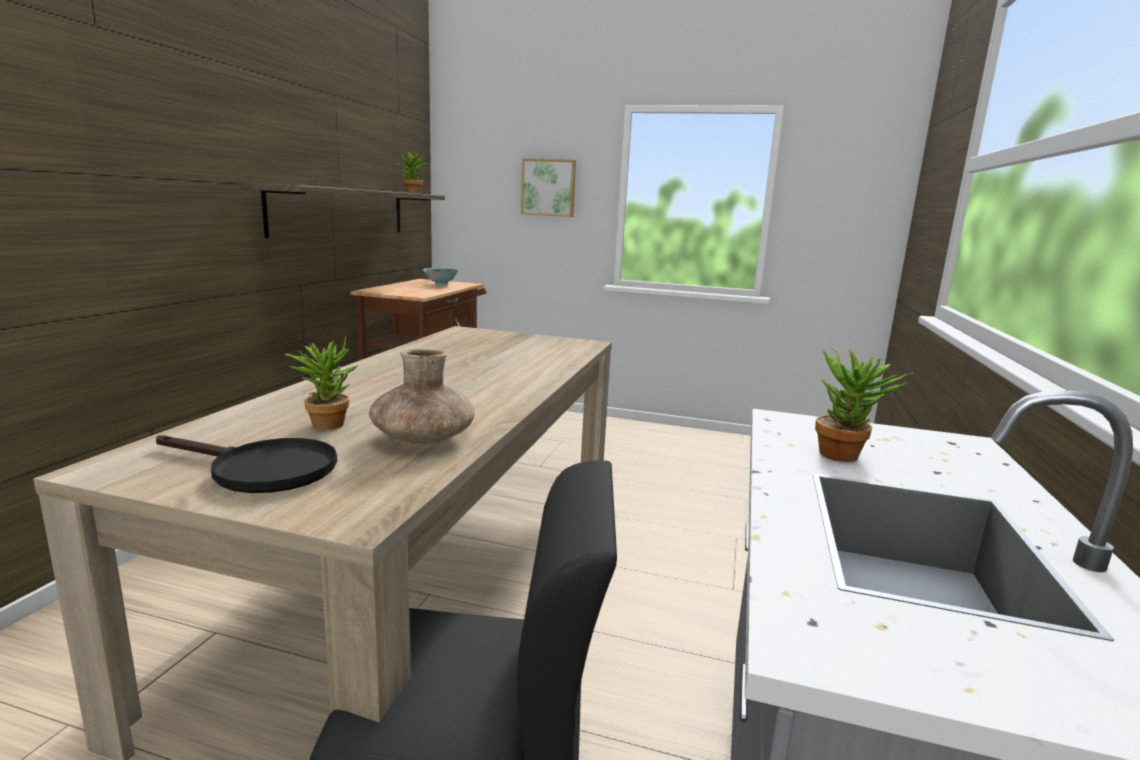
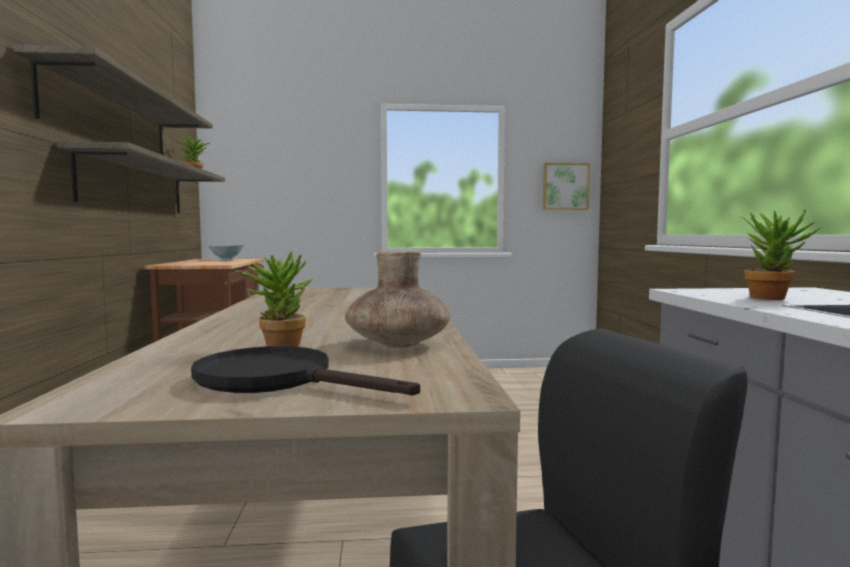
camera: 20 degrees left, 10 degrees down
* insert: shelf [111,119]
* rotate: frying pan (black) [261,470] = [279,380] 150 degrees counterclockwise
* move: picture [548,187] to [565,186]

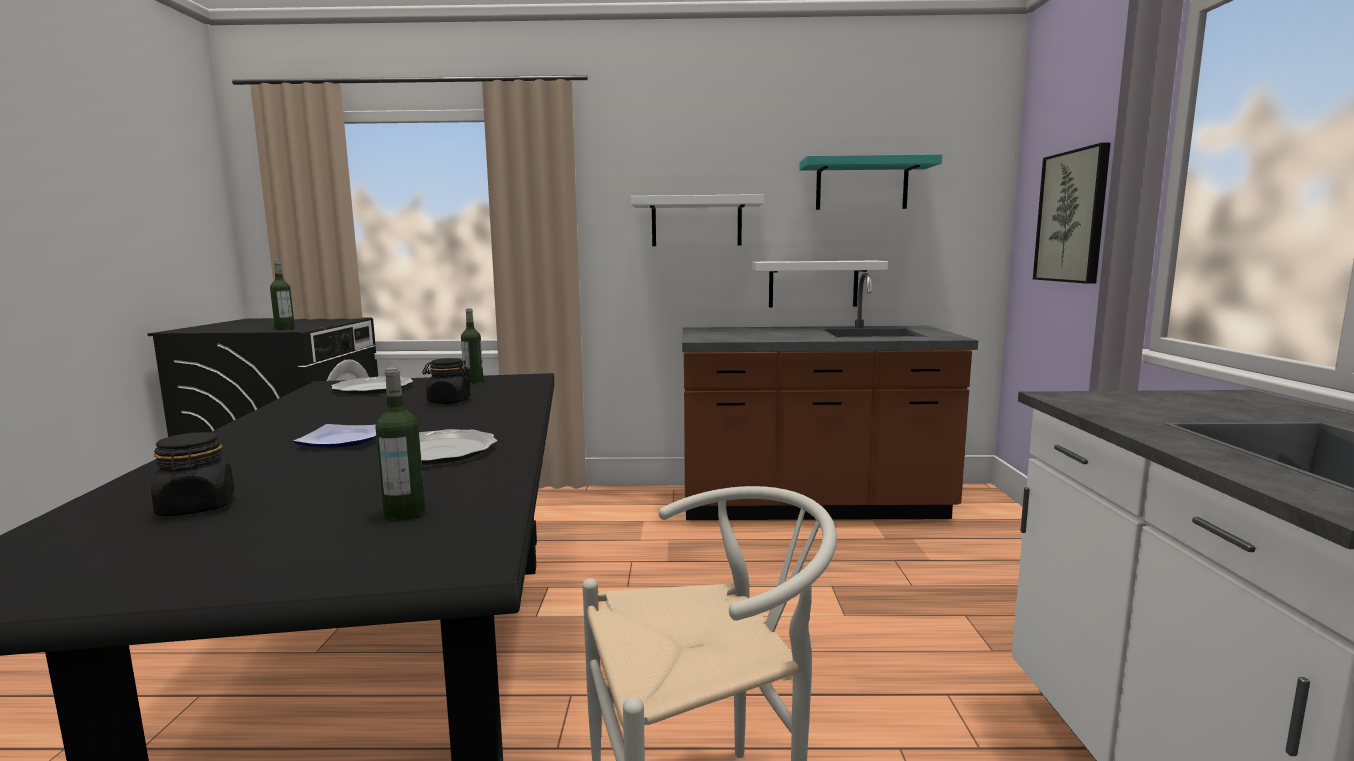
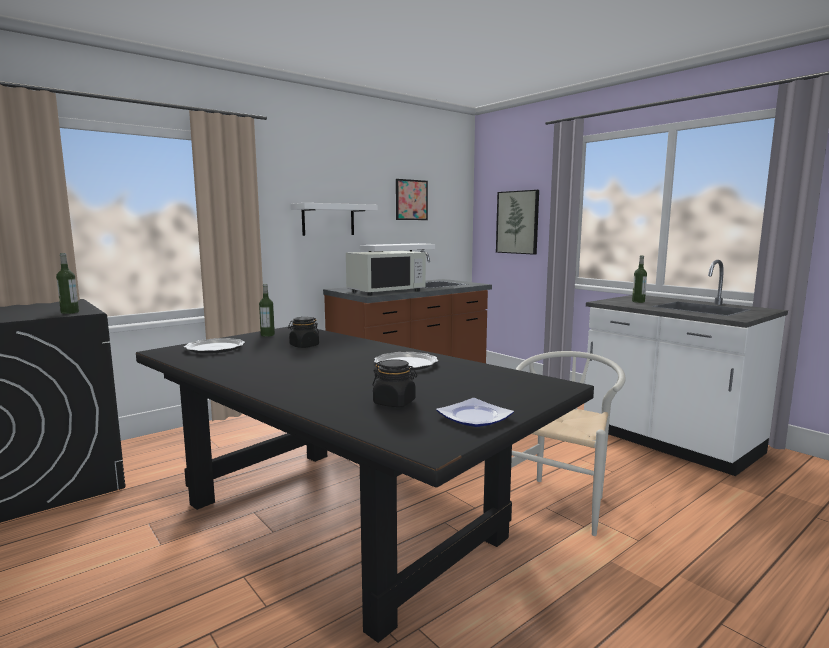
camera: 40 degrees left, 0 degrees up
* insert: microwave (white) [386,291]
* replace: shelf (turquoise) [861,185] to picture [411,200]
* move: plate [341,441] to [474,418]
* move: bottle [404,514] to [638,301]

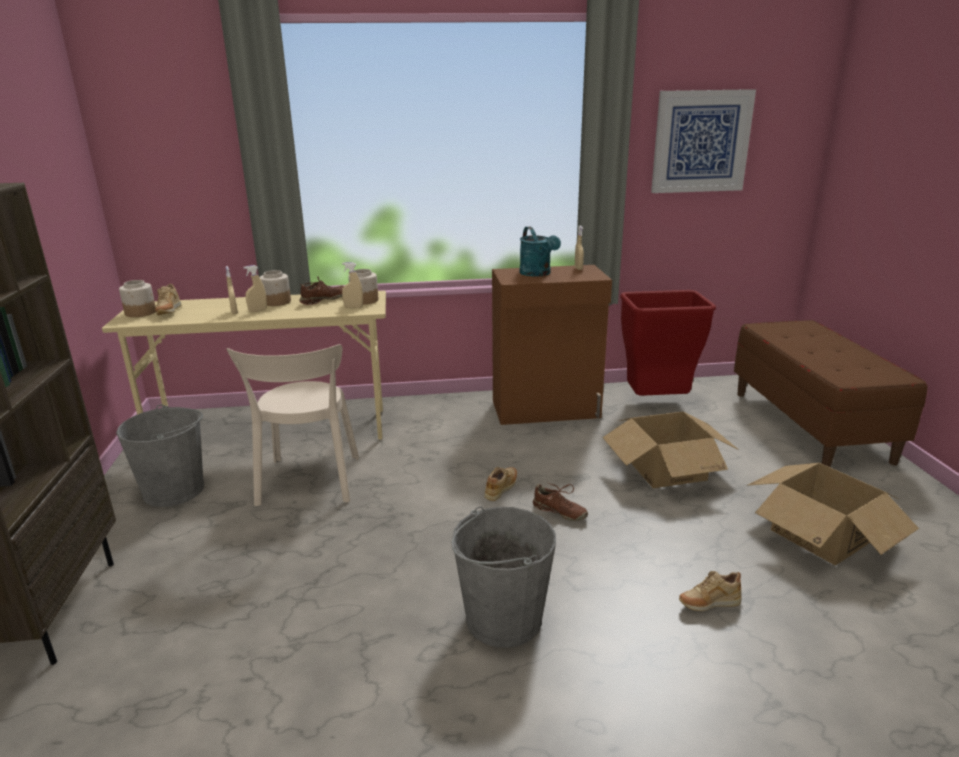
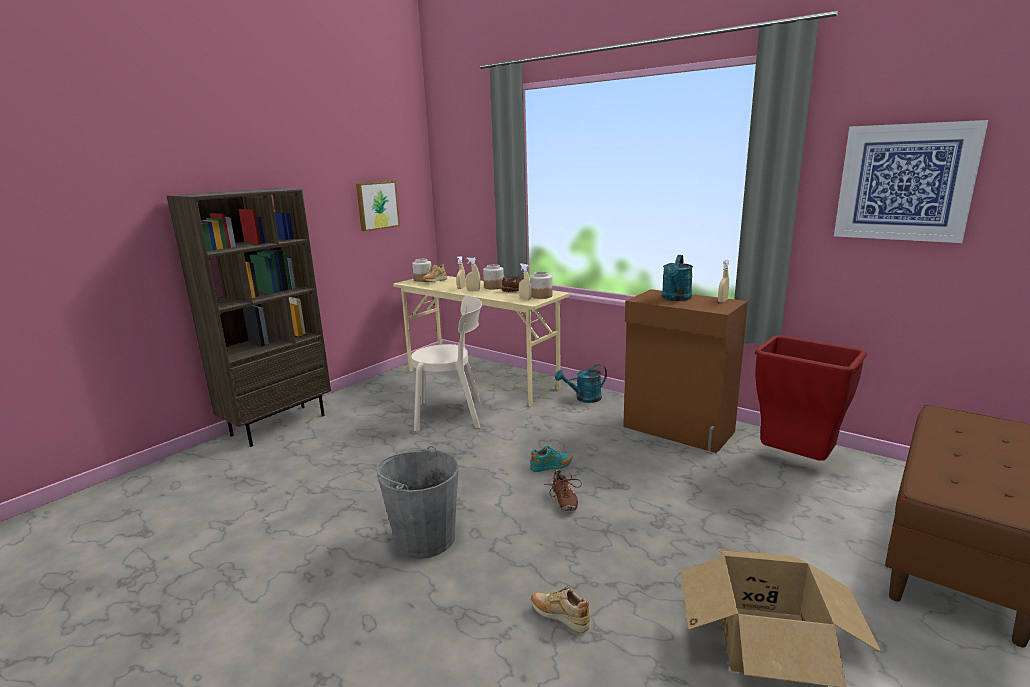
camera: 45 degrees right, 5 degrees down
* insert: picture [377,205]
* rotate: chair (beige) [308,483] = [453,415] 135 degrees counterclockwise
* recolor: shoe (beige) [502,489] to shoe (turquoise) [551,467]
* insert: watering can (turquoise) [584,398]
* delete: bucket (grey) [174,490]
* delete: cardboard box [666,469]

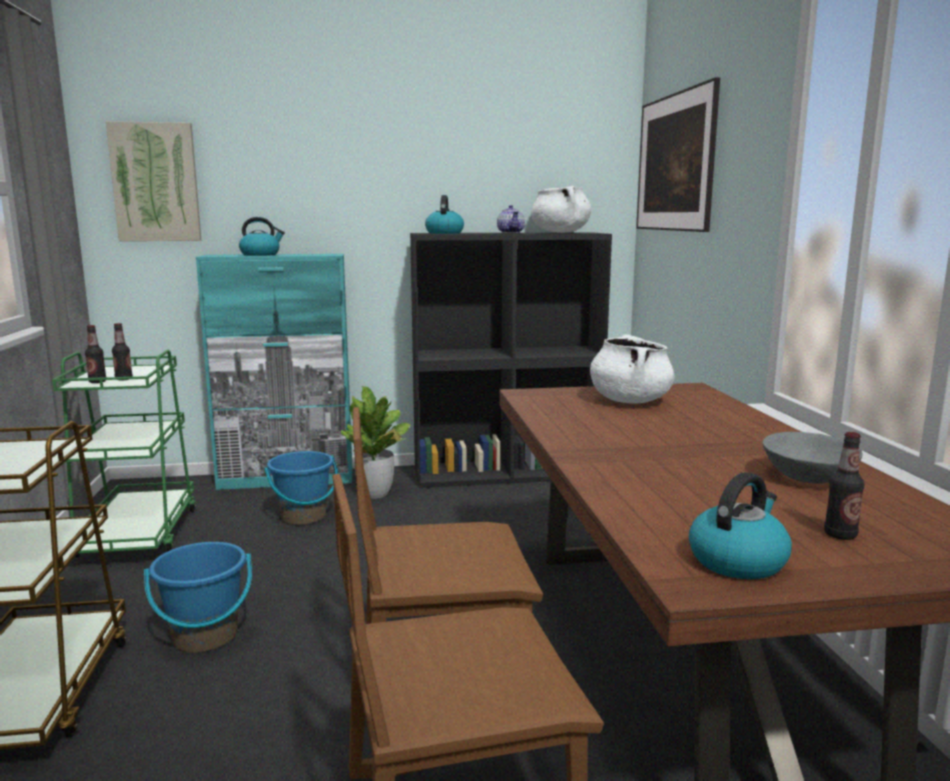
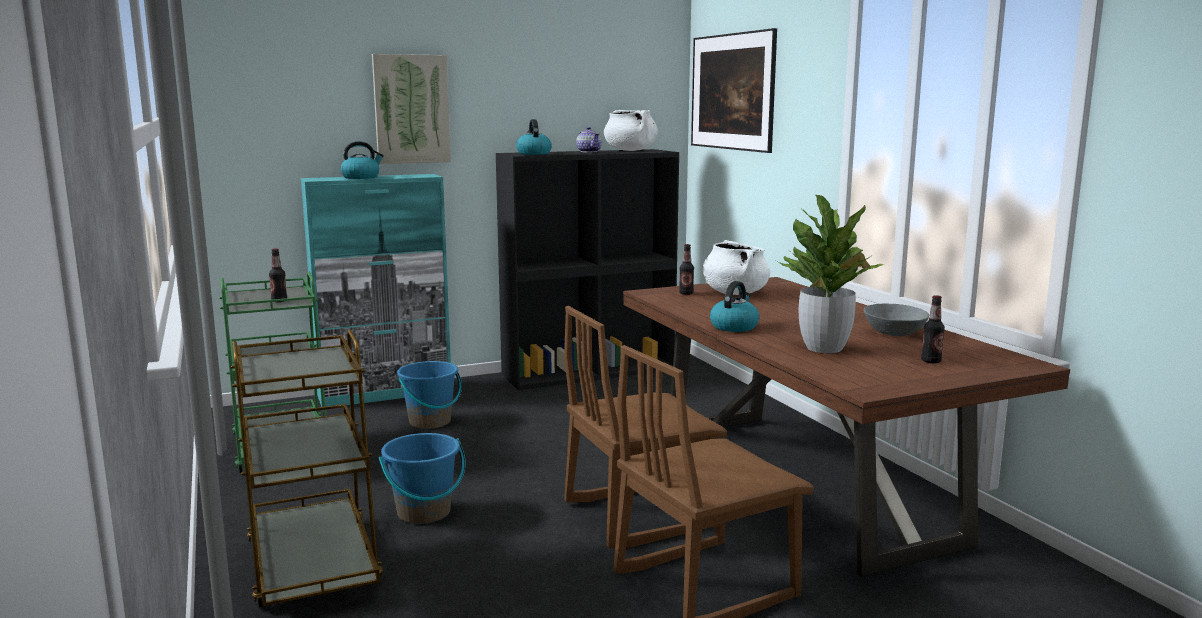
camera: 15 degrees left, 0 degrees up
* move: picture [156,182] to [411,109]
* move: bottle [97,382] to [686,293]
* move: kettle [737,560] to [734,327]
* move: potted plant [375,494] to [825,348]

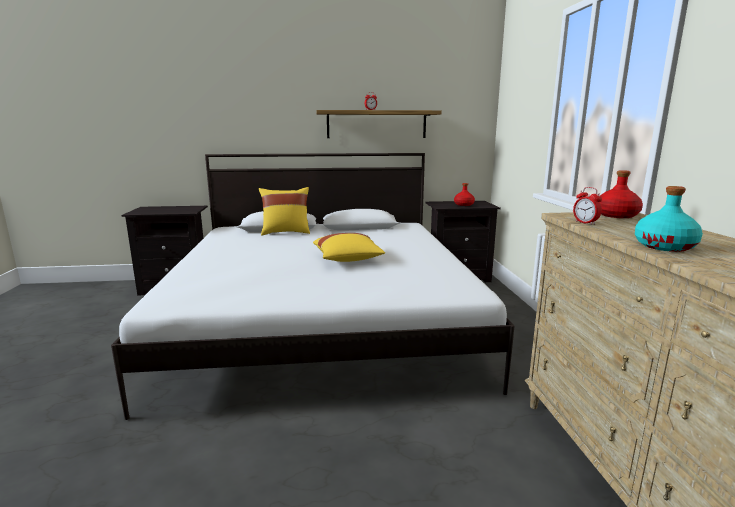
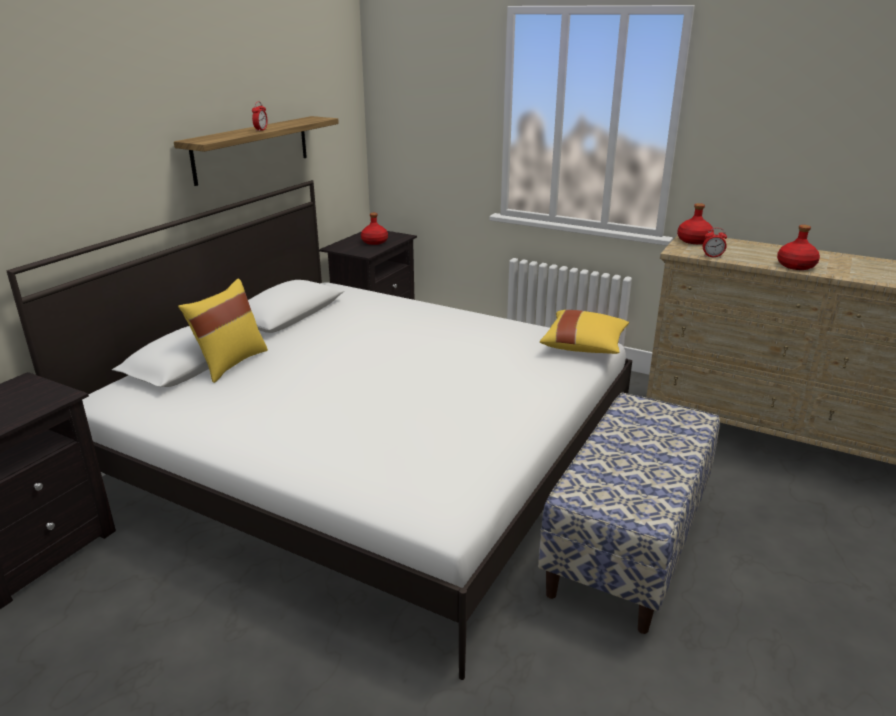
camera: 55 degrees left, 10 degrees up
* insert: bench [627,543]
* move: pillow (yellow) [348,259] to [584,346]
* recolor: bottle (turquoise) [664,246] to bottle (red) [795,266]

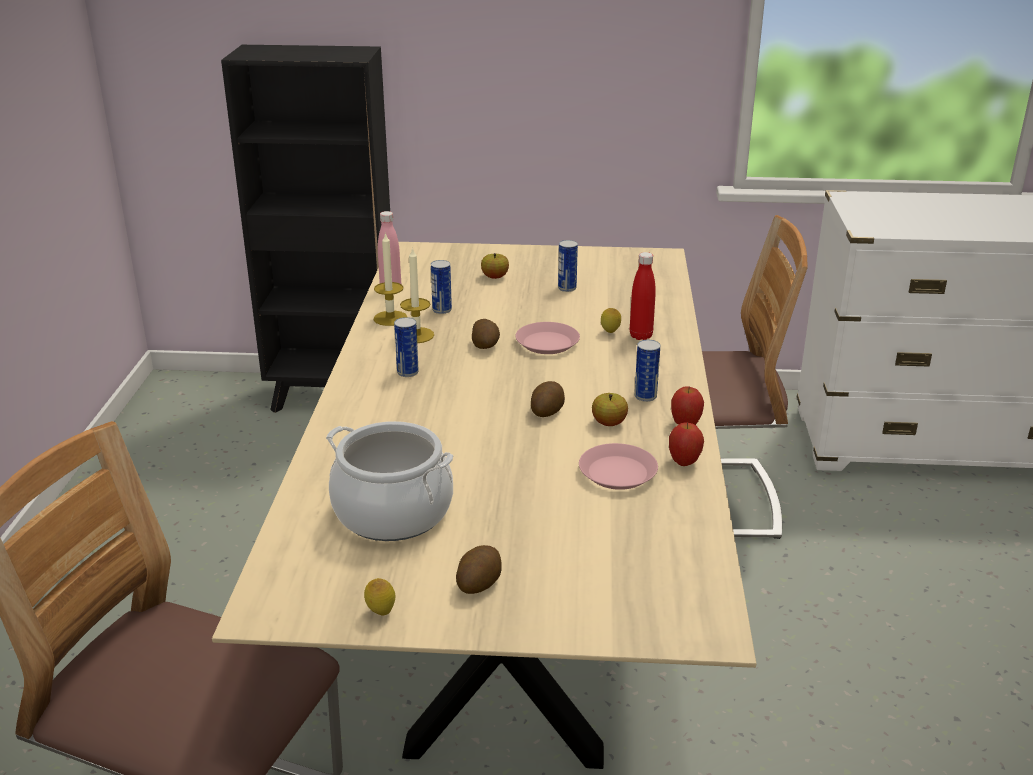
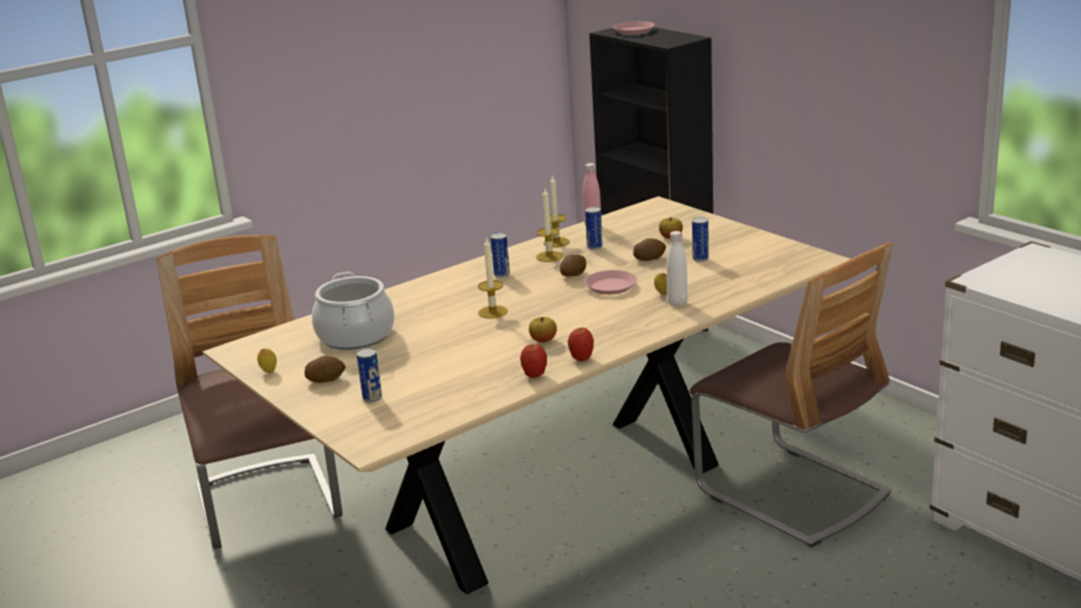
camera: 50 degrees right, 5 degrees down
* move: can [645,396] to [372,398]
* insert: candle [493,312]
* move: plate (pink) [618,473] to [633,31]
* move: potato [547,411] to [649,258]
* recolor: bottle (red) [641,336] to bottle (white) [677,303]

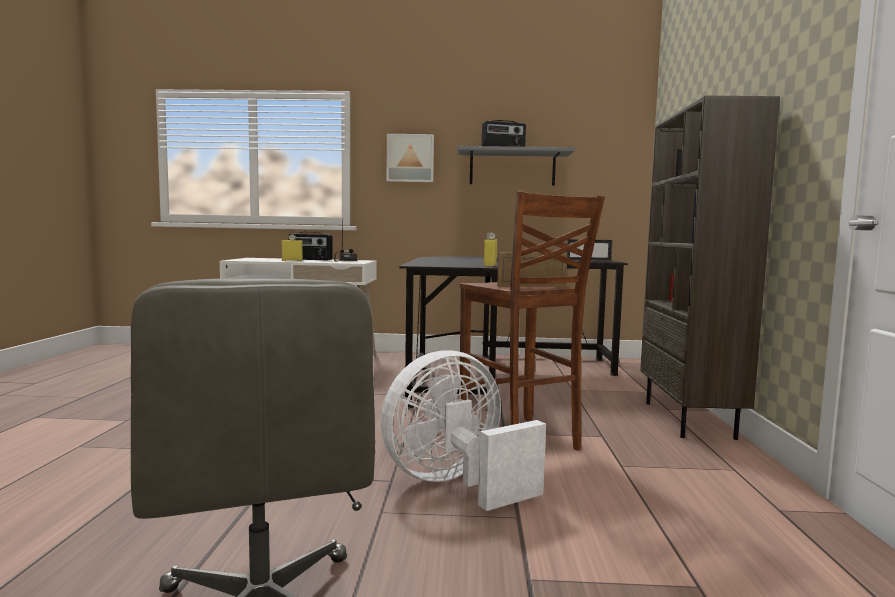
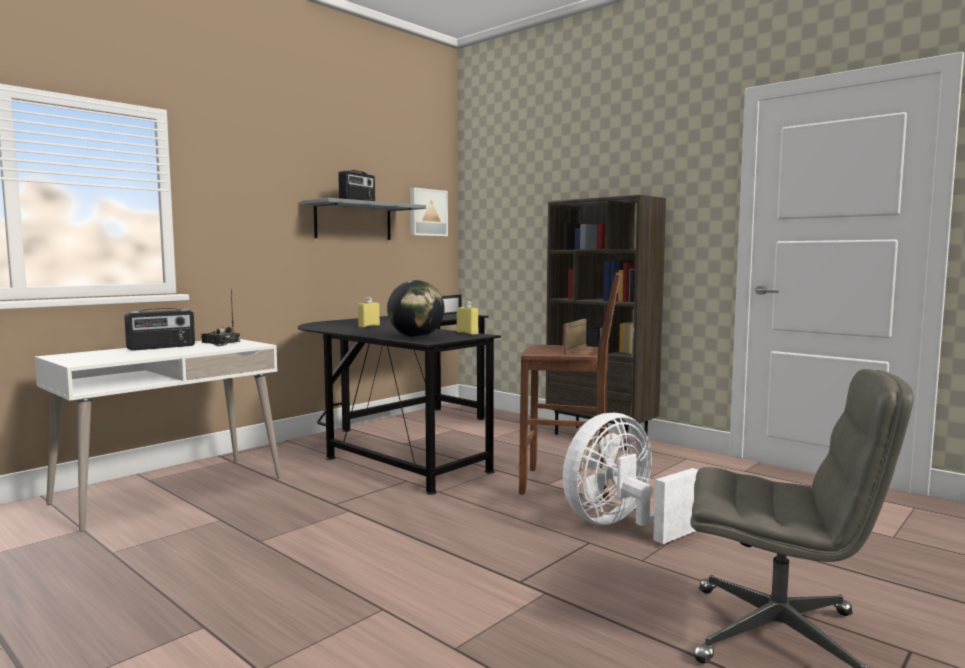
camera: 50 degrees left, 0 degrees up
* move: bottle (yellow) [292,260] to [369,326]
* insert: globe [416,337]
* move: picture [410,158] to [427,212]
* rotate: fan (white) [455,484] = [621,525] 45 degrees clockwise

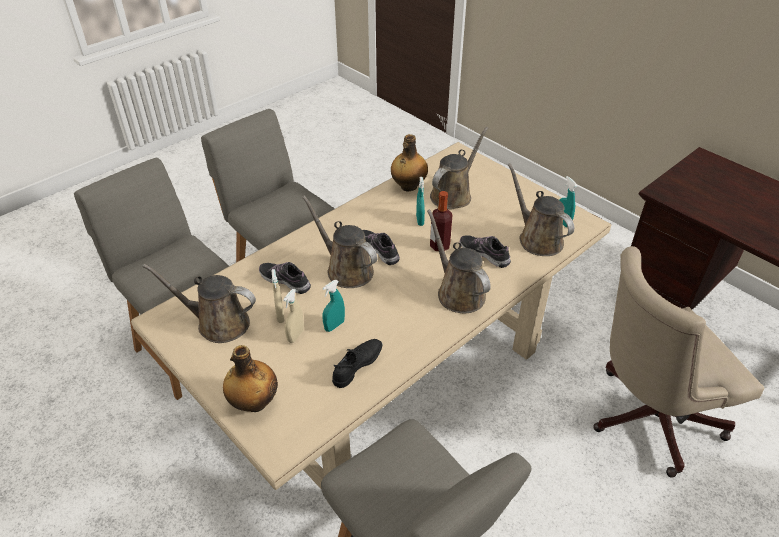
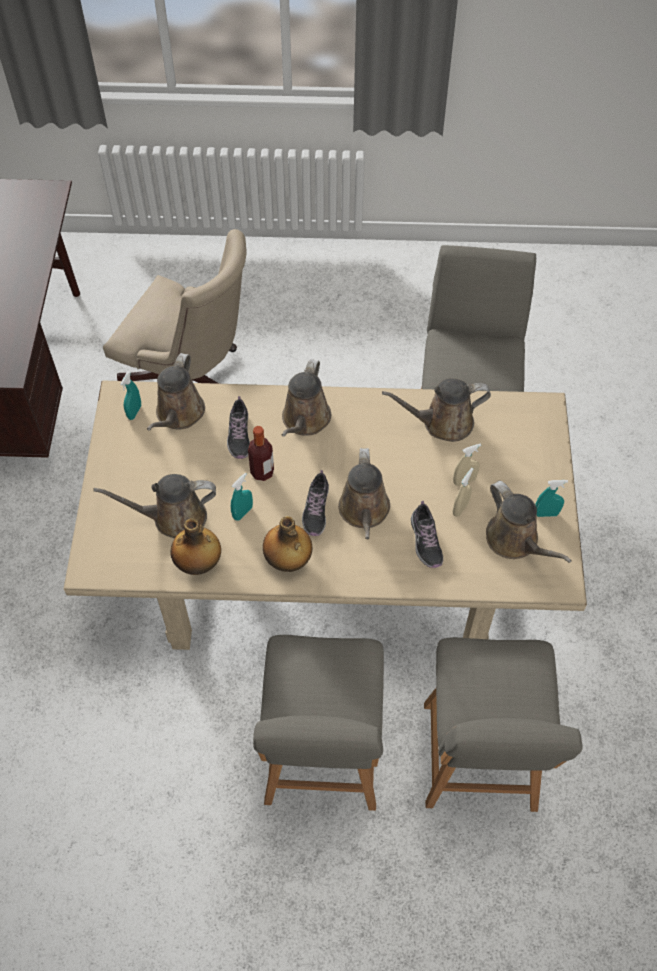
camera: 135 degrees left, 15 degrees up
* move: bottle [254,402] to [288,561]
* replace: shoe (black) [357,365] to watering can (brown) [442,423]
* move: spray bottle (turquoise) [334,326] to [546,513]

